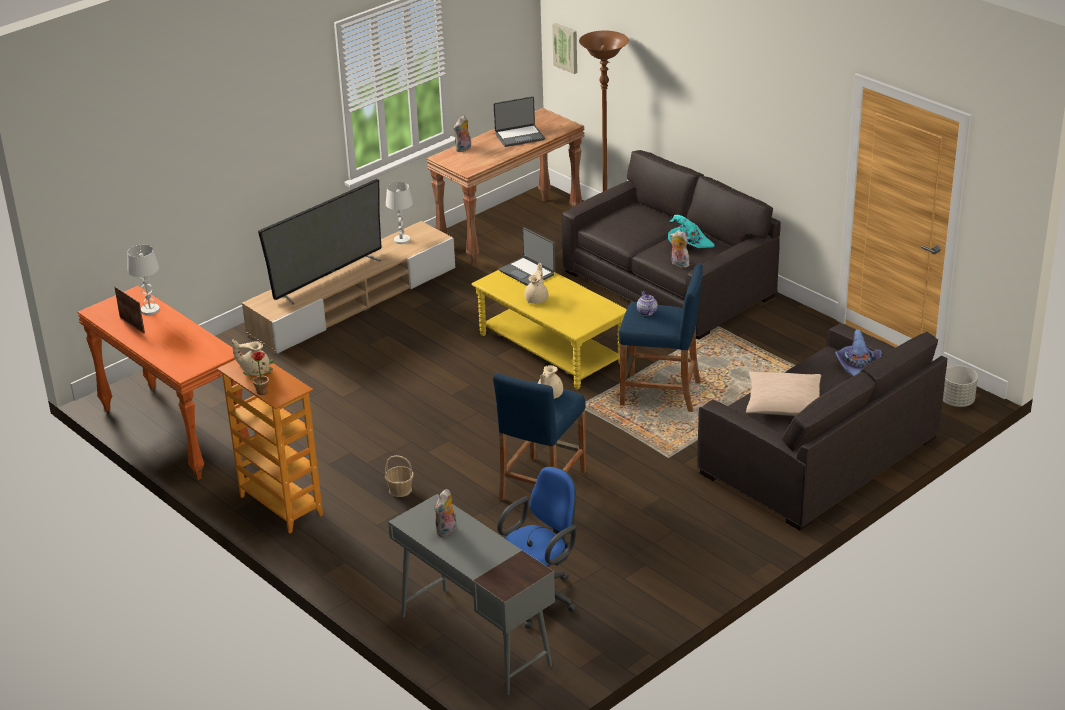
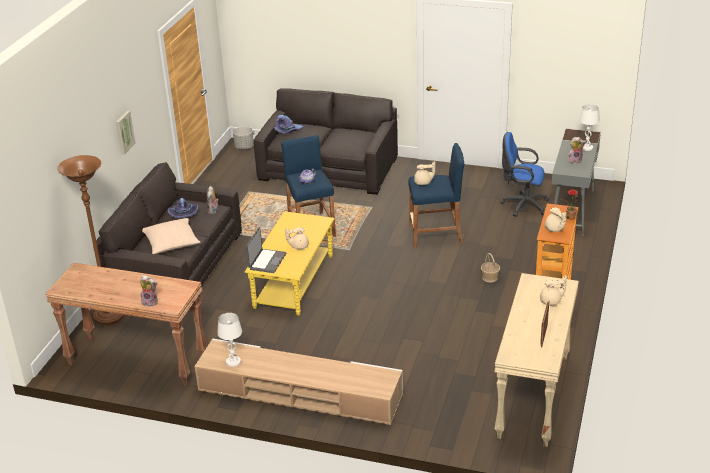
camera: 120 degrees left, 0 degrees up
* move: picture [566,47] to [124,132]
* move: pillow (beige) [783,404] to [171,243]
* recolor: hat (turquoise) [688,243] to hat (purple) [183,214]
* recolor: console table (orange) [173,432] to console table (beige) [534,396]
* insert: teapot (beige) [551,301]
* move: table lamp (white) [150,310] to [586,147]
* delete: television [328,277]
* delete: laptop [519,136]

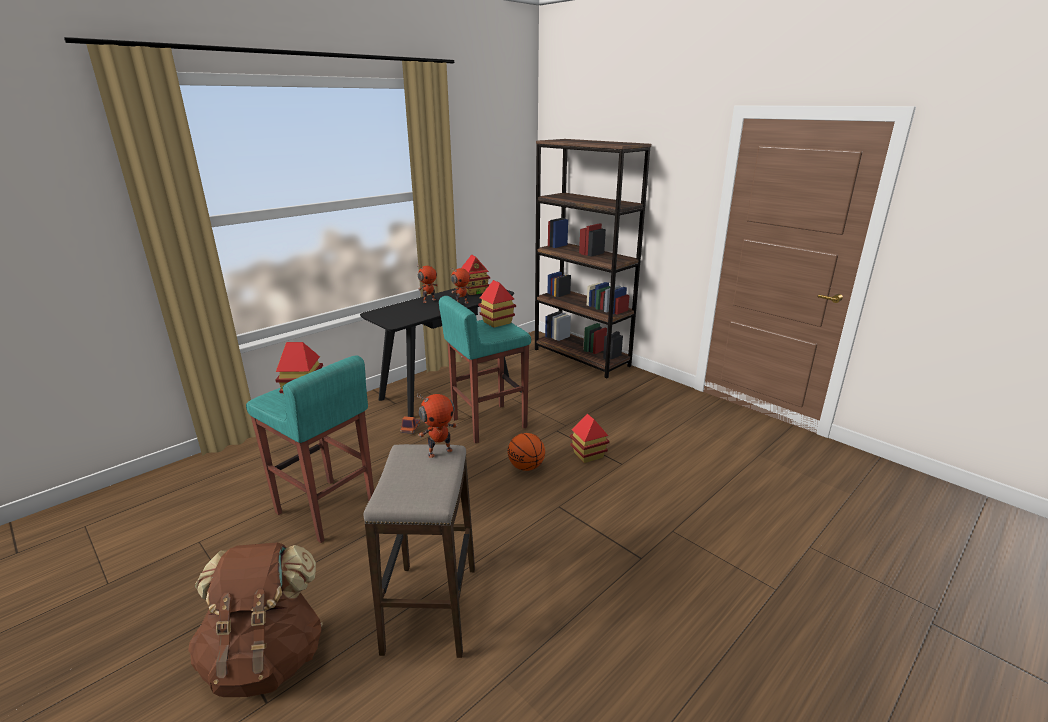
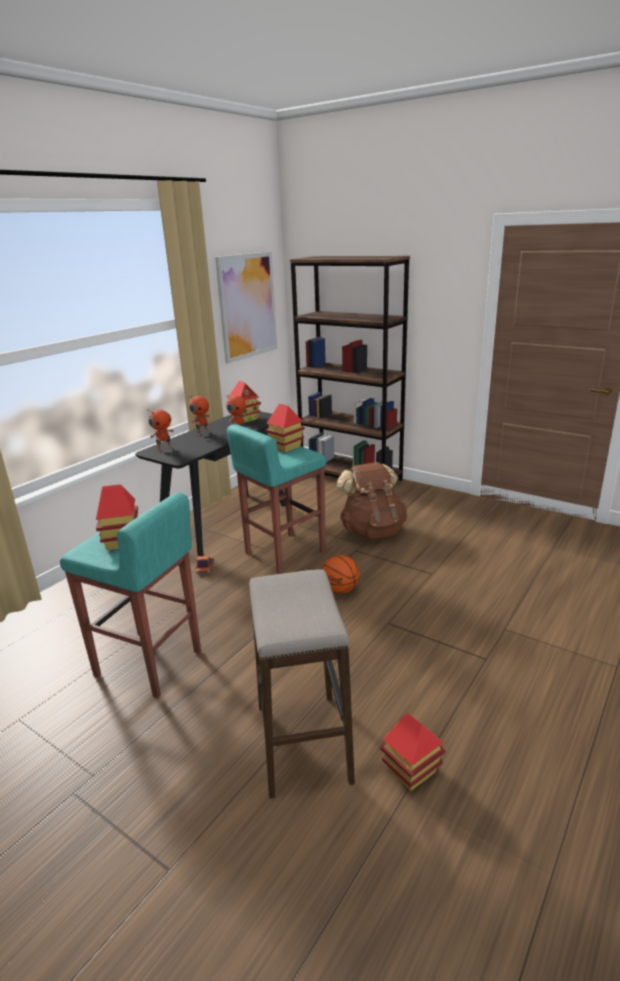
camera: 10 degrees left, 0 degrees up
* move: toy robot [439,451] to [164,448]
* insert: picture [247,306]
* move: backpack (brown) [266,658] to [372,531]
* move: toy house [588,455] to [411,771]

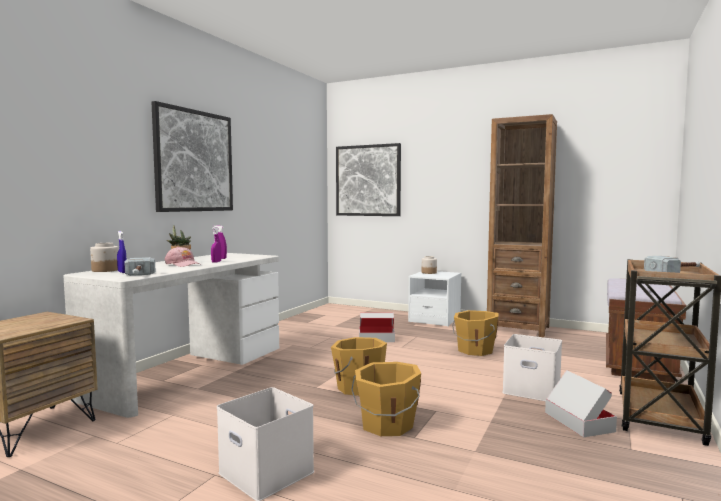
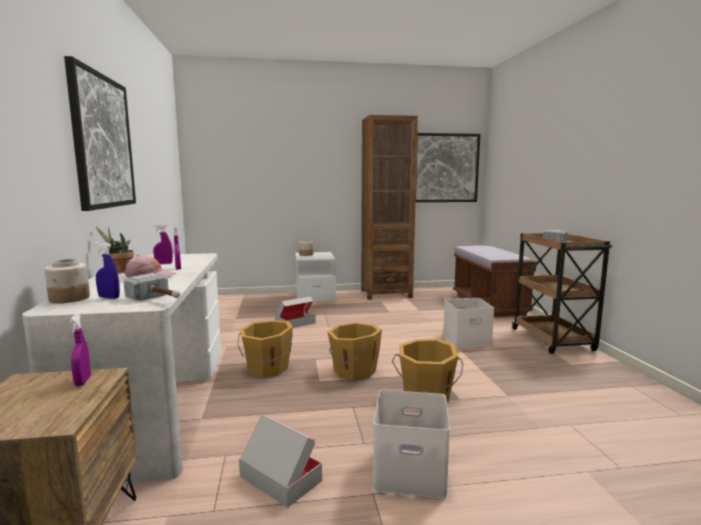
camera: 35 degrees left, 5 degrees up
* insert: spray bottle (purple) [83,381]
* move: bucket (orange) [475,350] to [267,369]
* move: cardboard box [578,422] to [280,478]
* move: picture [368,180] to [445,168]

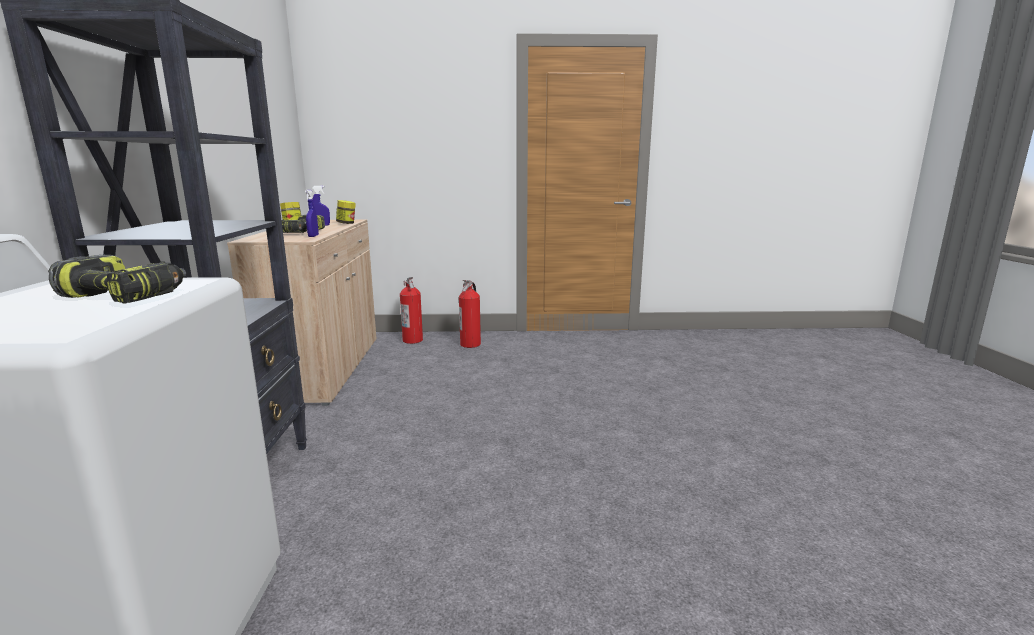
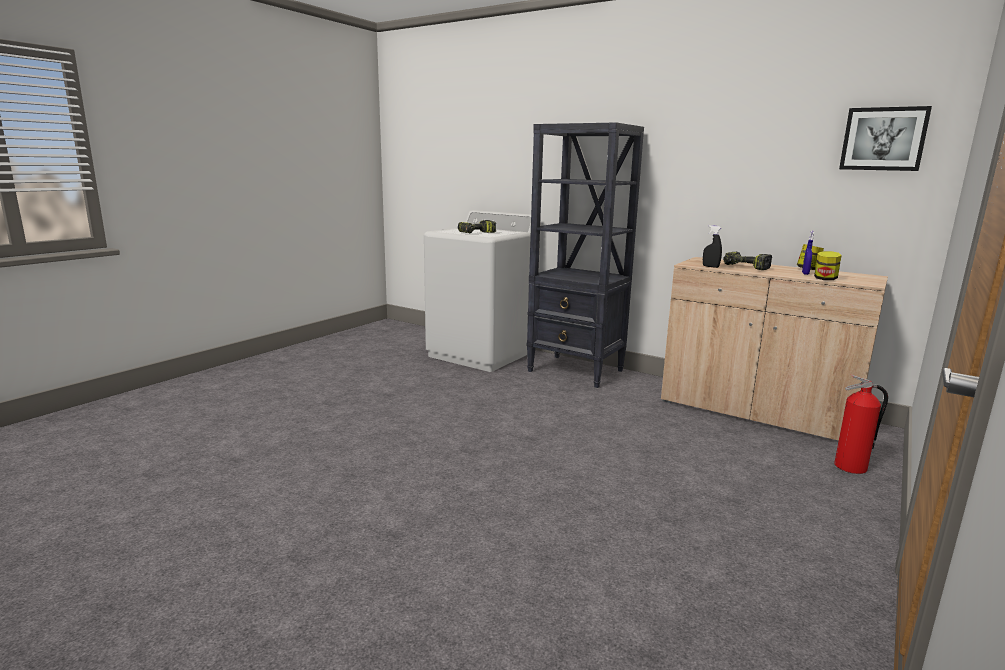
camera: 125 degrees right, 0 degrees up
* recolor: spray bottle (blue) [313,236] to spray bottle (black) [710,266]
* insert: picture [883,139]
* delete: fire extinguisher [471,344]

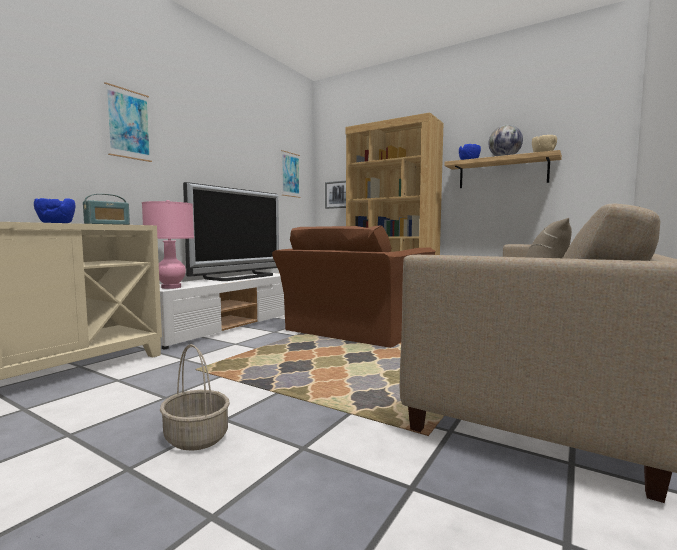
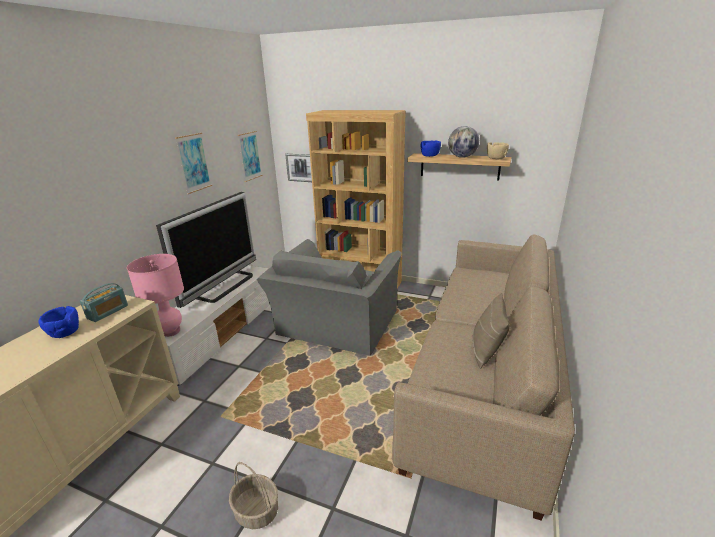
camera: 10 degrees left, 20 degrees up
* move: picture [129,124] to [194,163]
* recolor: armchair (brown) [354,330] to armchair (grey) [335,326]

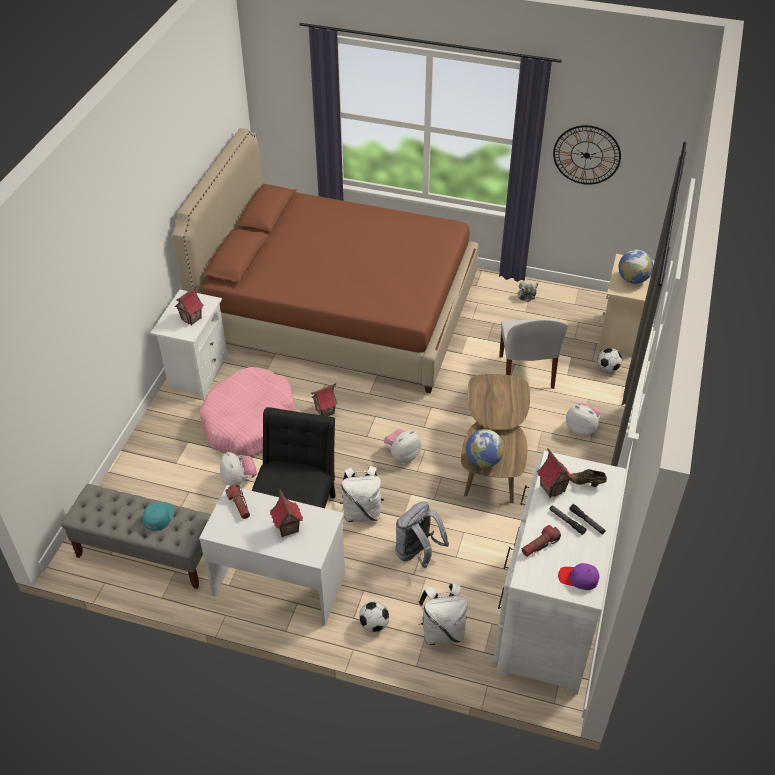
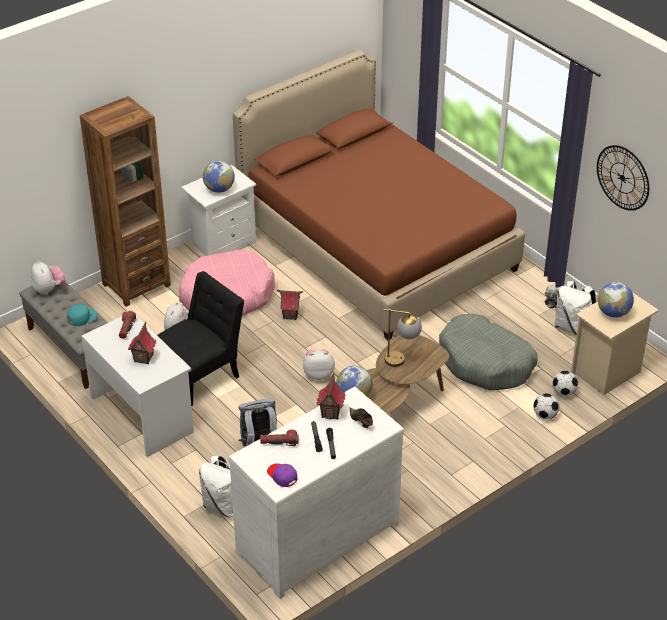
camera: 35 degrees right, 5 degrees down
* move: plush toy [581,428] to [49,289]
* insert: bookcase (brown) [136,284]
* replace: toy house [191,319] to globe [219,189]
* insert: table lamp [402,361]
* replace: chair (white) [526,373] to dog bed (grey) [485,363]
* move: football [374,624] to [545,415]
* move: backpack (white) [362,512] to [572,327]

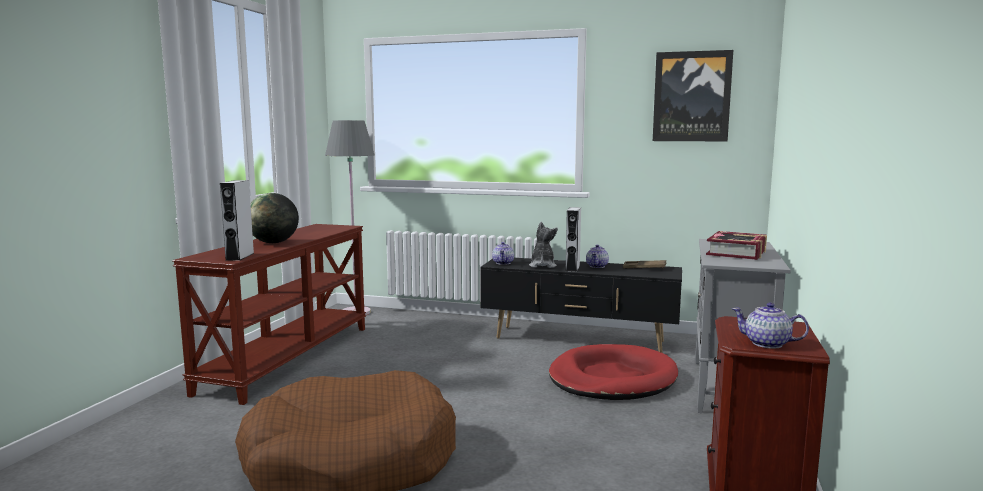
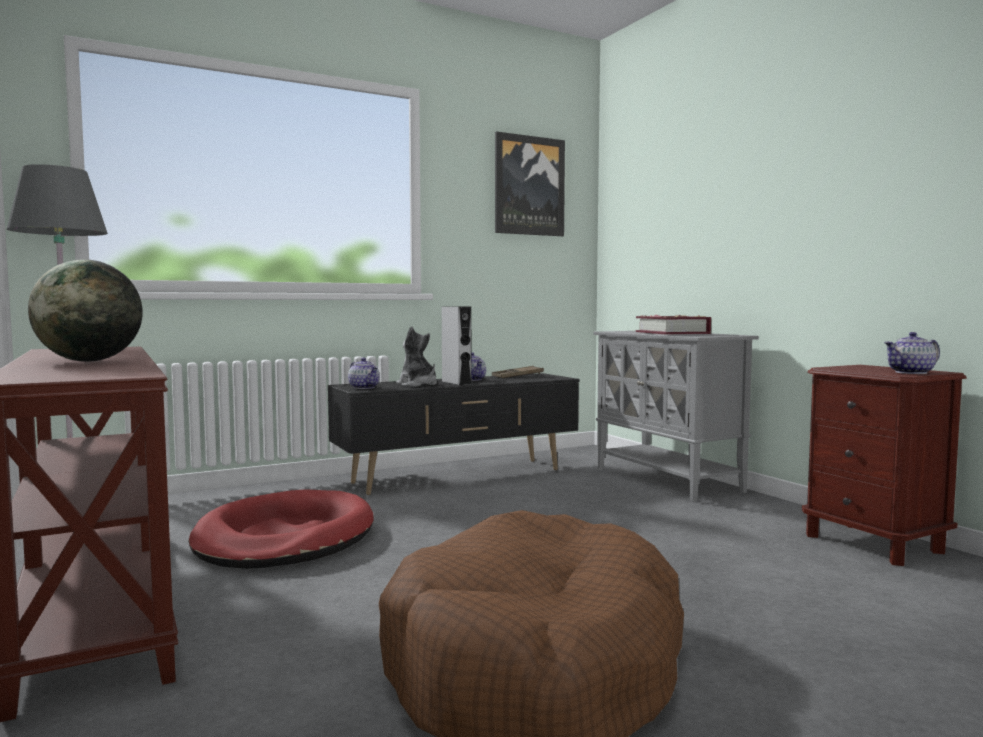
camera: 45 degrees left, 5 degrees down
* move: dog bed (red) [612,378] to [285,538]
* delete: speaker (grey) [240,256]

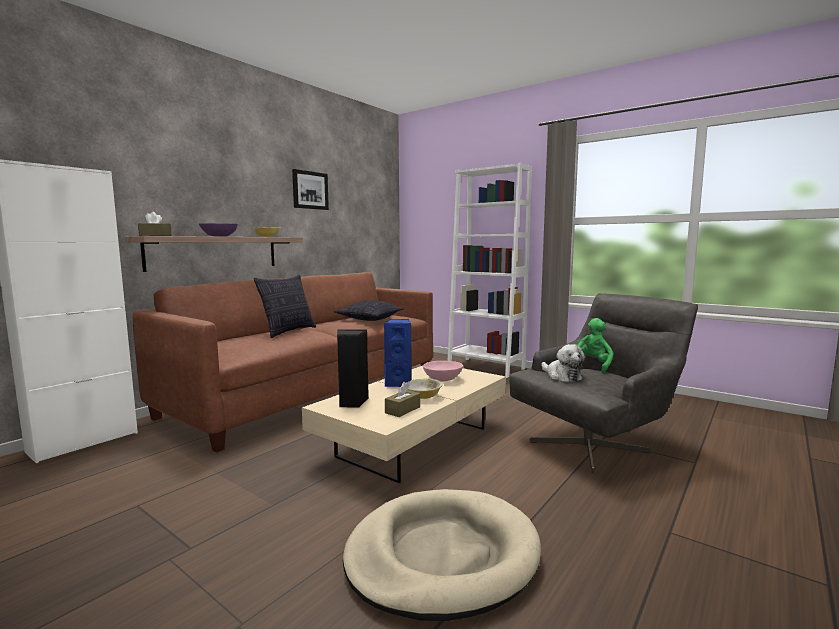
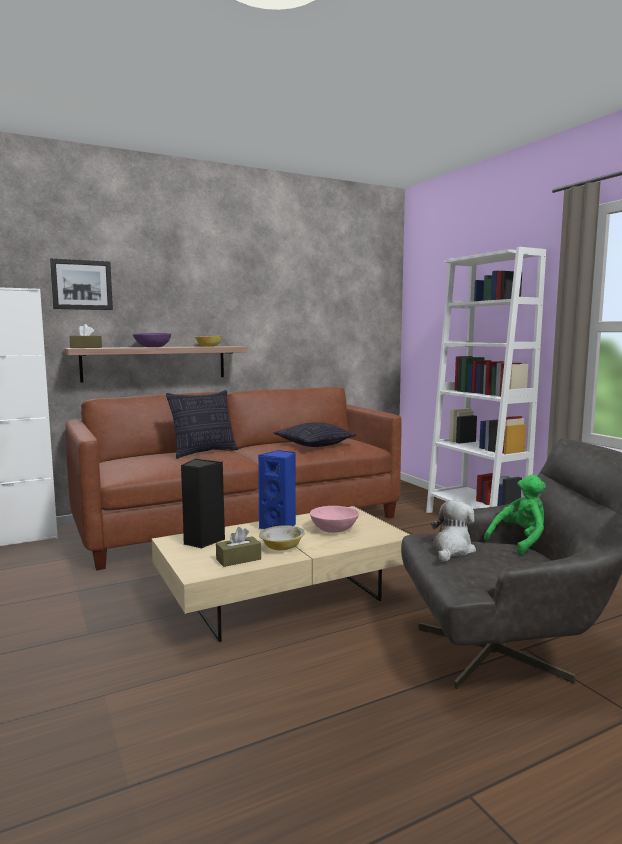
camera: 25 degrees right, 0 degrees up
* move: picture [310,190] to [81,285]
* rotate: plush toy [561,376] = [452,550] 150 degrees counterclockwise
* delete: dog bed (beige) [441,556]

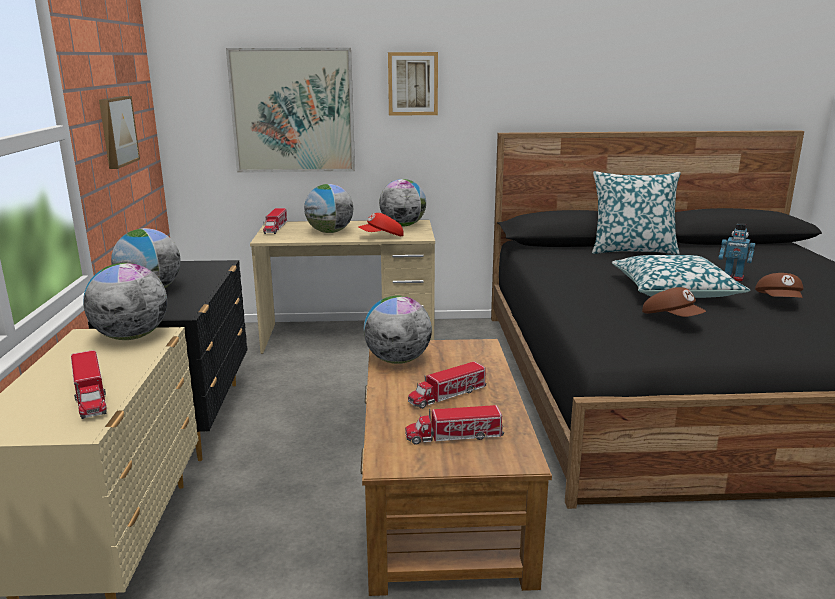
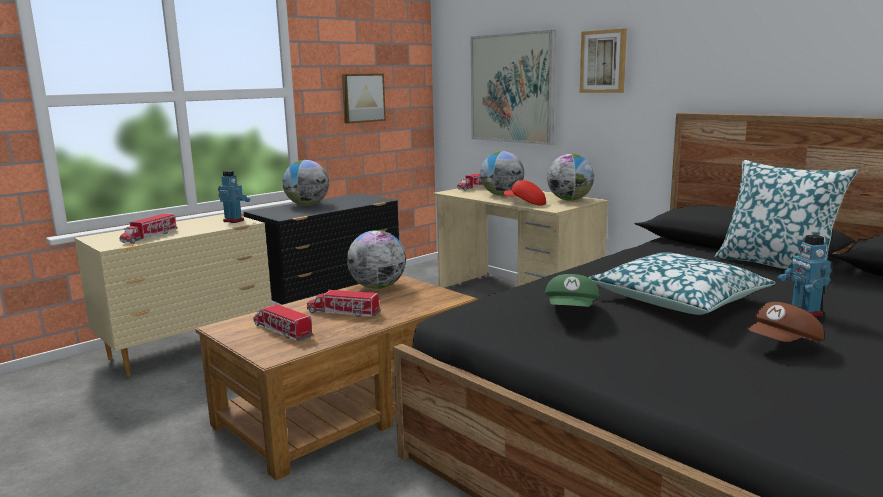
camera: 50 degrees right, 5 degrees down
* replace: globe [131,337] to toy robot [234,221]
* recolor: cap (brown) [672,318] to cap (green) [572,311]

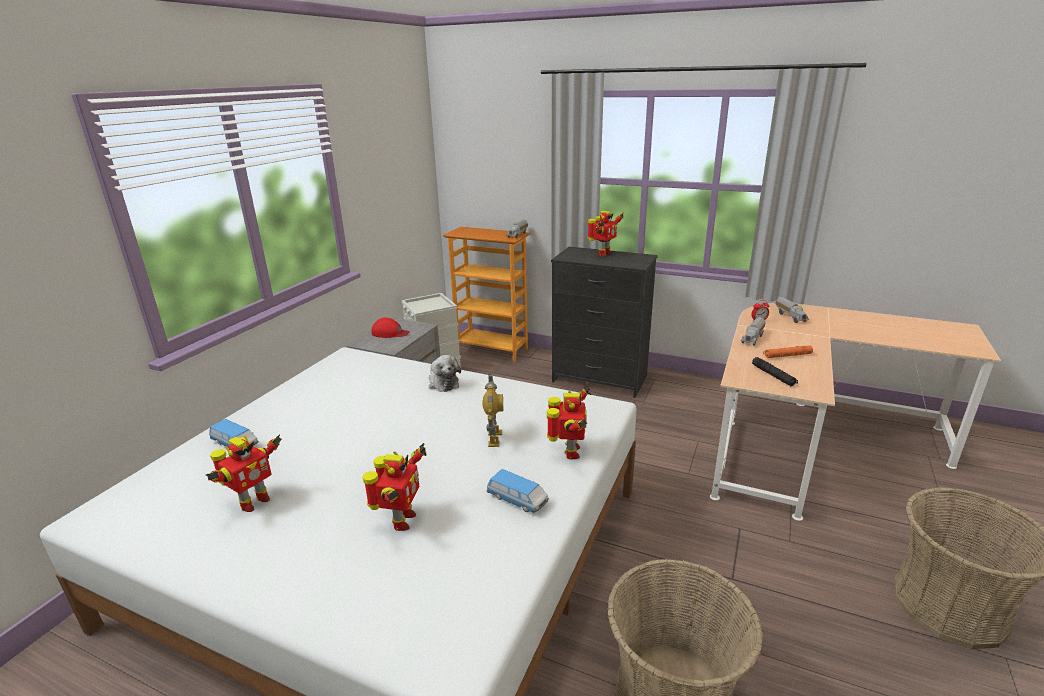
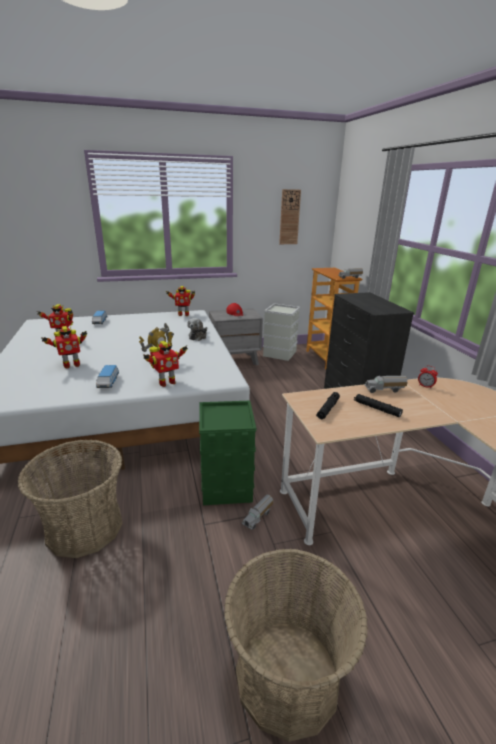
camera: 50 degrees right, 0 degrees up
* move: toy robot [603,254] to [183,314]
* insert: storage box (green) [227,487]
* move: toy truck [790,316] to [258,517]
* insert: wall clock [289,217]
* recolor: flashlight (orange) [787,356] to flashlight (black) [376,408]

